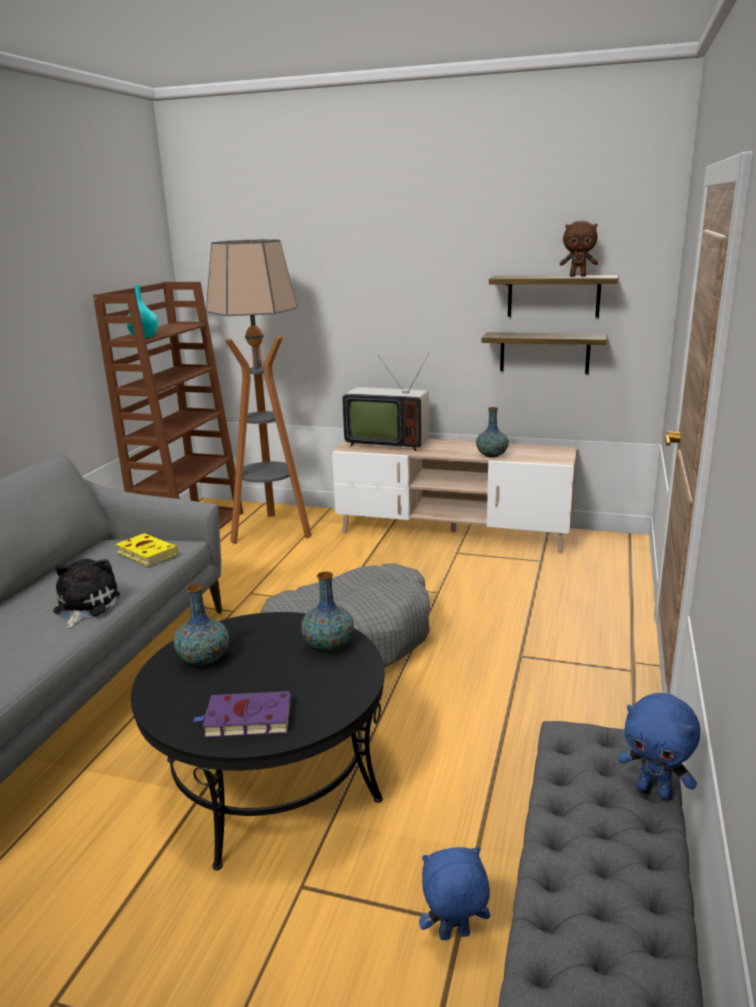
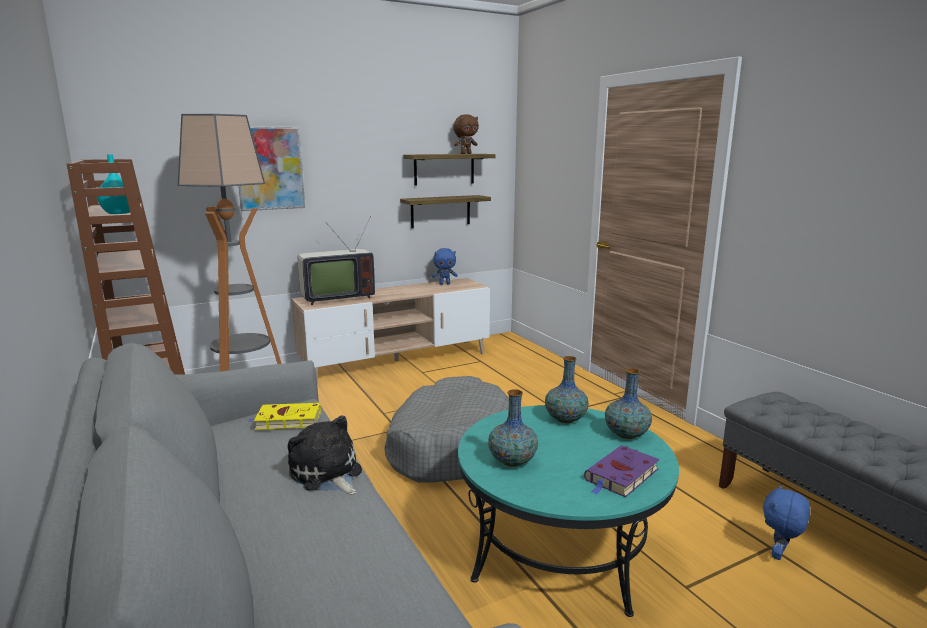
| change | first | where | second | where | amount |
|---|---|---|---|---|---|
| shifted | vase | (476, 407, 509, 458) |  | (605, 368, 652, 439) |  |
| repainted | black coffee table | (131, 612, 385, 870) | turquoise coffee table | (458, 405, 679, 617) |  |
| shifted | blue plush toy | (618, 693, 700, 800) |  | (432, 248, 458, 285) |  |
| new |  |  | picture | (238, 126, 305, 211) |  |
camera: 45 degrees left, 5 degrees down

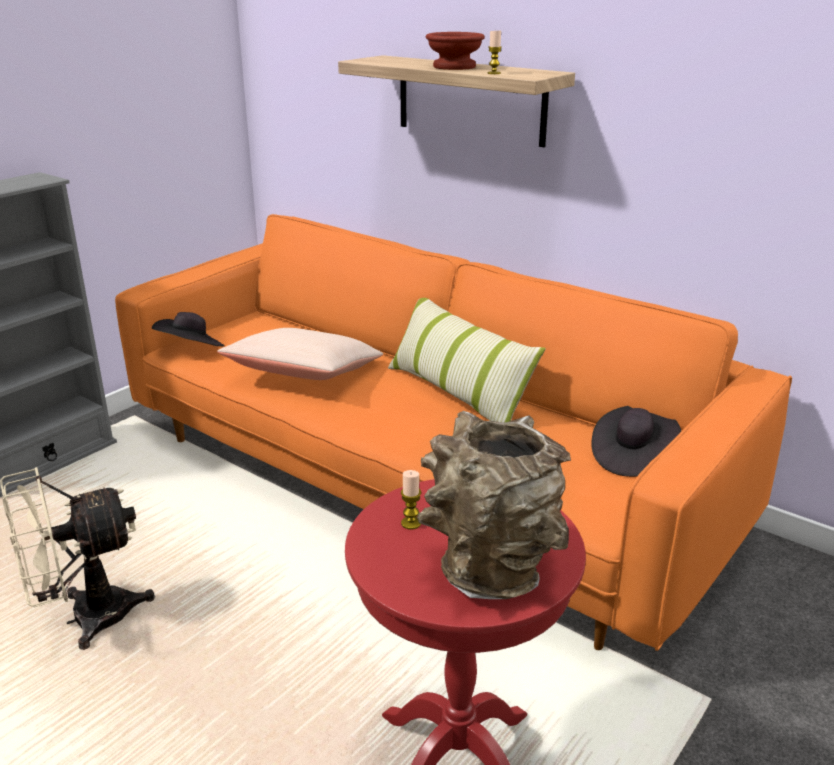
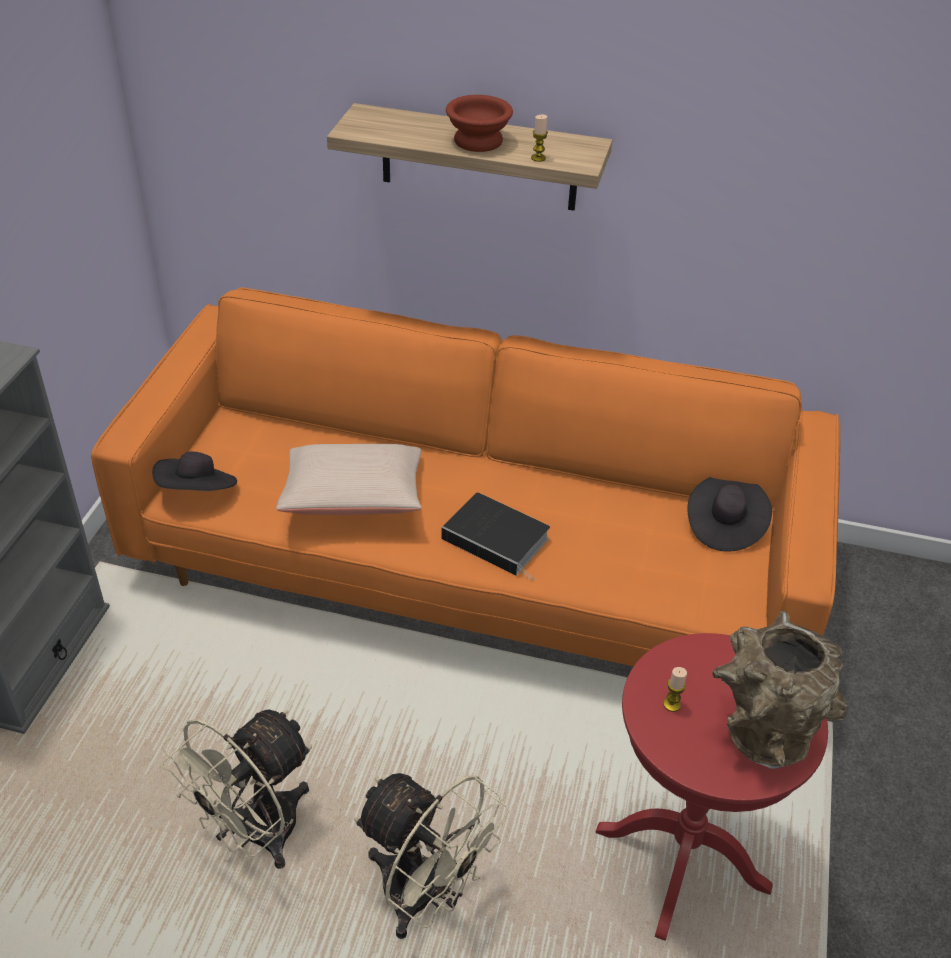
| change | first | where | second | where | amount |
|---|---|---|---|---|---|
| gone | pillow | (388, 298, 546, 422) |  |  |  |
| new |  |  | book | (441, 492, 550, 581) |  |
| new |  |  | beige fan | (354, 773, 509, 939) |  |
camera: 25 degrees left, 15 degrees up

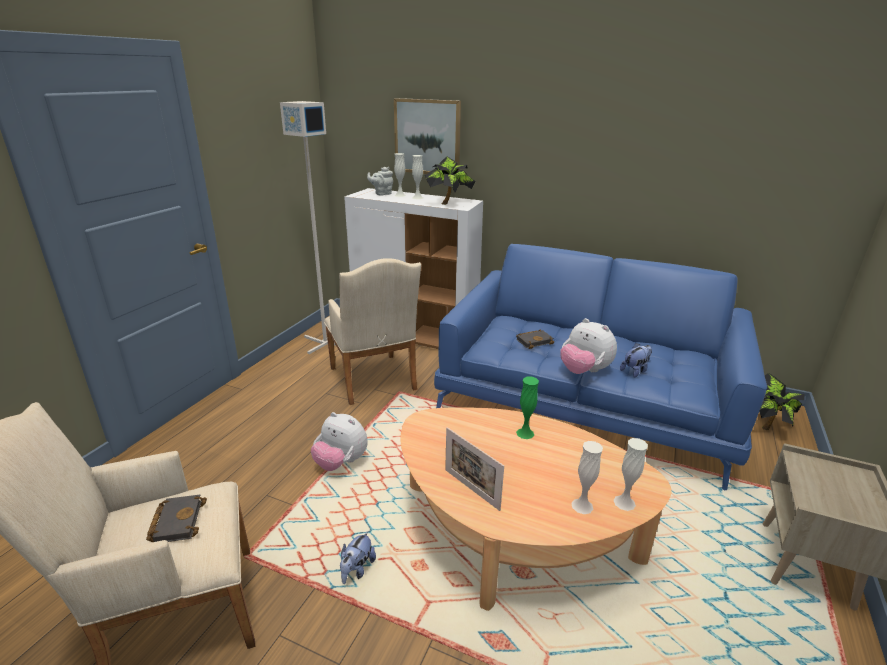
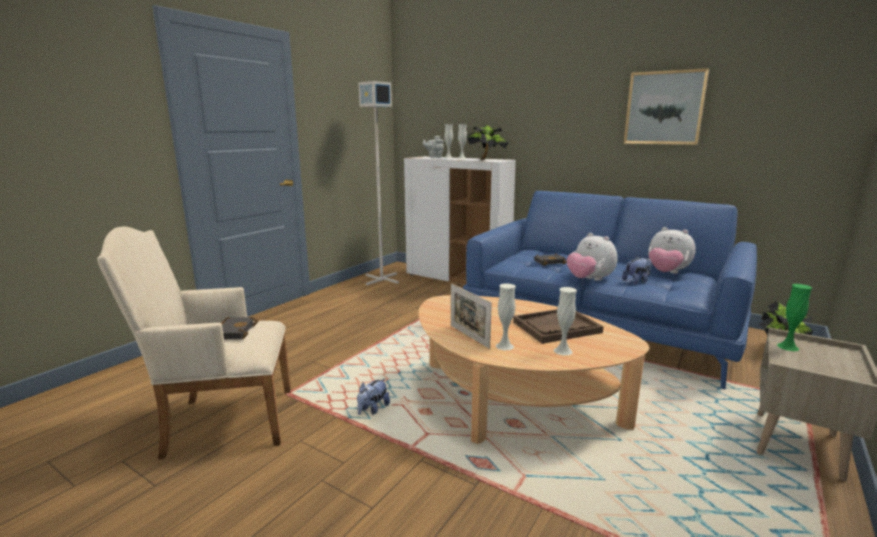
| change | first | where | second | where | amount |
|---|---|---|---|---|---|
| shifted | picture | (394, 98, 461, 174) |  | (624, 68, 709, 145) |  |
| gone | beige armchair | (324, 258, 421, 405) |  |  |  |
| shifted | green vase | (516, 377, 539, 439) |  | (777, 284, 812, 351) |  |
| shifted | plush toy | (311, 412, 368, 471) |  | (648, 227, 696, 274) |  |
| shifted | white vase | (614, 438, 648, 511) |  | (496, 283, 516, 350) |  |
| new |  |  | brown tray | (513, 309, 604, 344) |  |
camera: 10 degrees right, 10 degrees down

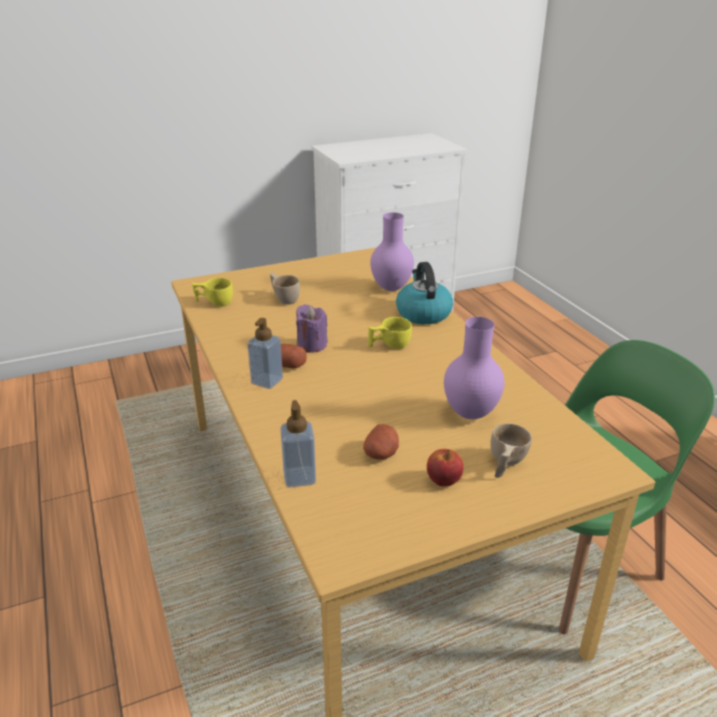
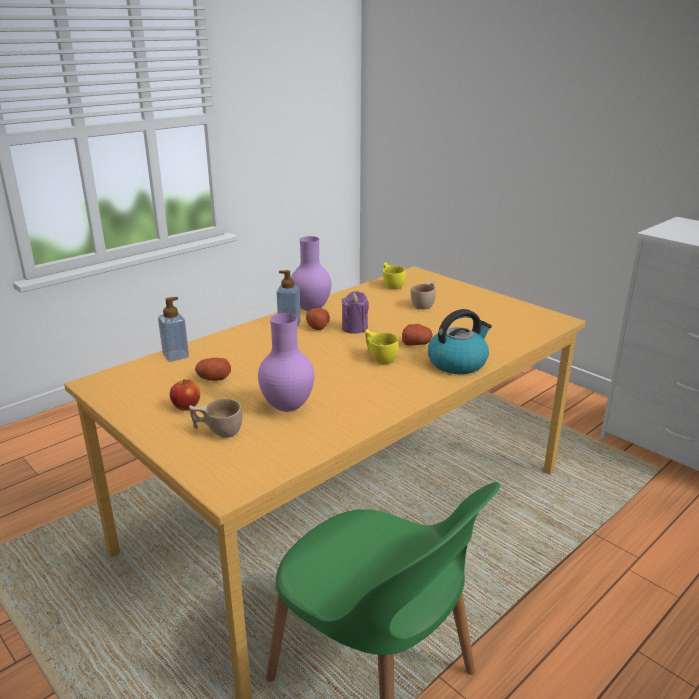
| change | first | where | second | where | amount |
|---|---|---|---|---|---|
| shifted | purple vase | (370, 212, 414, 291) |  | (291, 236, 332, 311) |  |
| new |  |  | potato | (402, 324, 433, 346) |  |
camera: 70 degrees right, 5 degrees down

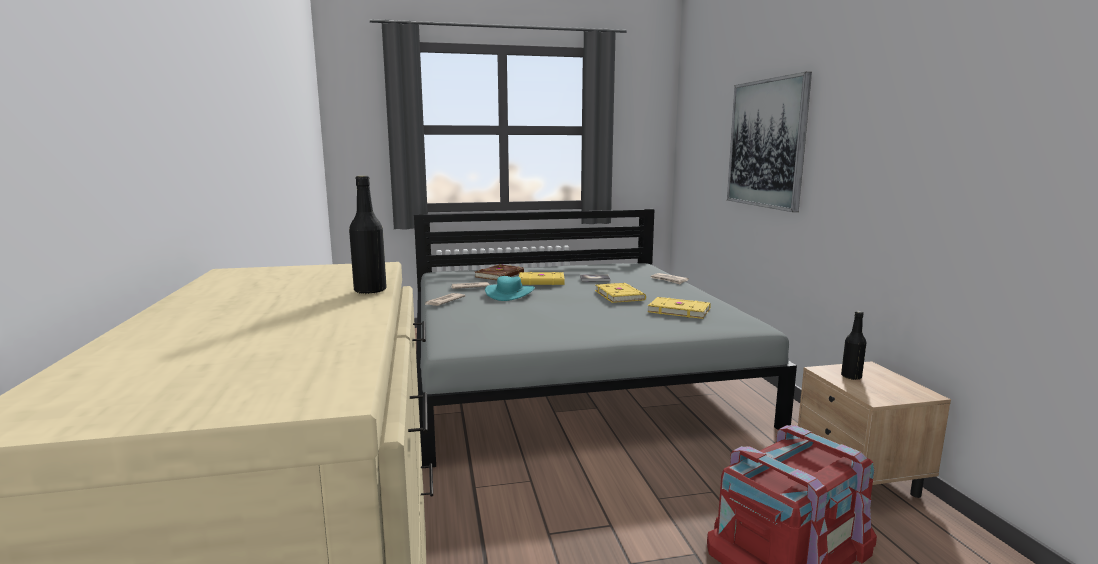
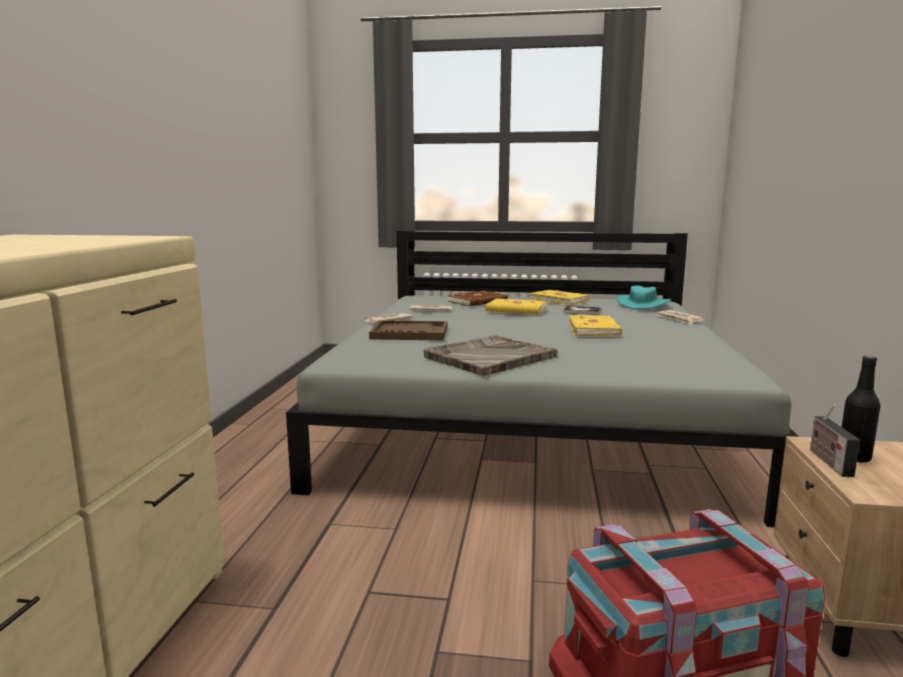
| change | first | where | second | where | amount |
|---|---|---|---|---|---|
| gone | picture | (727, 72, 812, 212) |  |  |  |
| gone | black bottle | (349, 176, 387, 294) |  |  |  |
| shifted | turquoise hat | (485, 276, 535, 301) |  | (616, 286, 671, 309) |  |
| shifted | yellow book | (647, 297, 711, 319) |  | (529, 290, 590, 305) |  |
| new |  |  | brown tray | (369, 320, 447, 340) |  |
| new |  |  | grey tray | (424, 335, 558, 376) |  |
| new |  |  | radio | (810, 404, 860, 477) |  |
camera: 20 degrees right, 0 degrees up

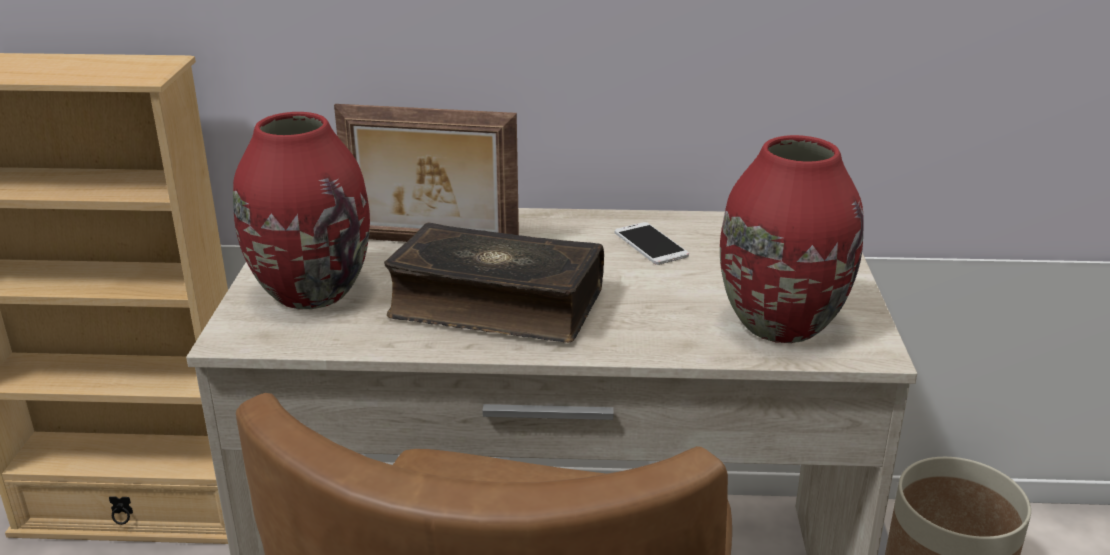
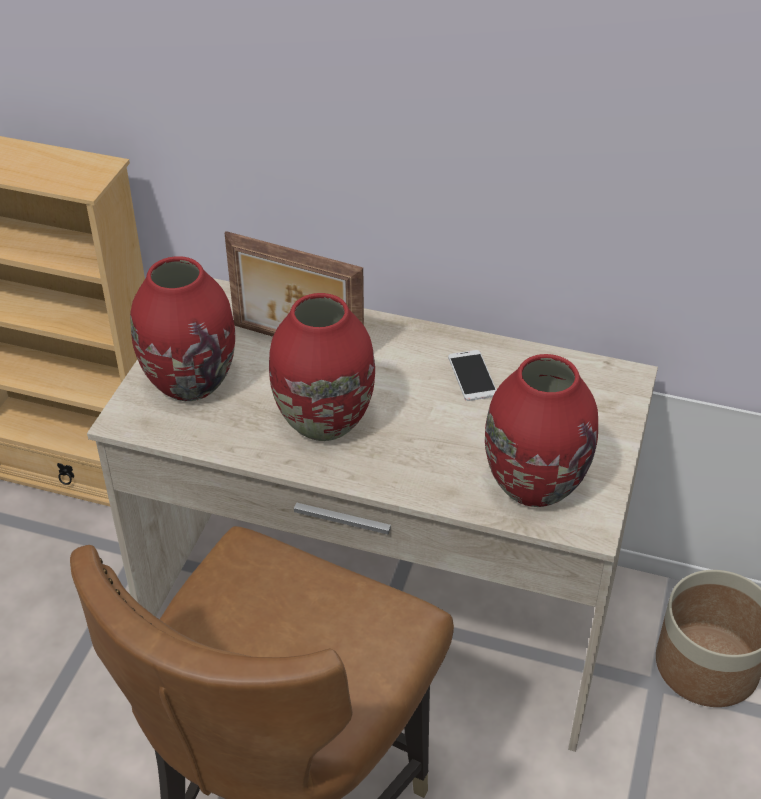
| change | first | where | second | where | amount |
|---|---|---|---|---|---|
| swapped | book | (384, 222, 604, 343) | red vase | (269, 293, 375, 441) |  |
camera: 15 degrees right, 15 degrees up

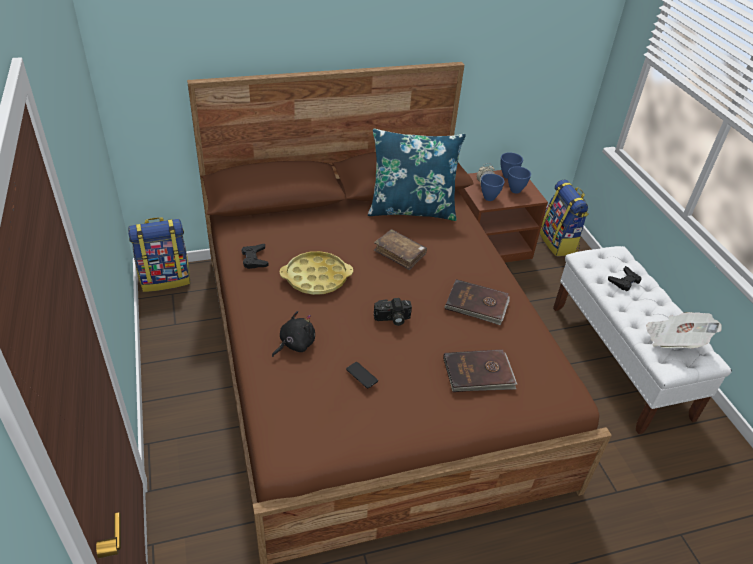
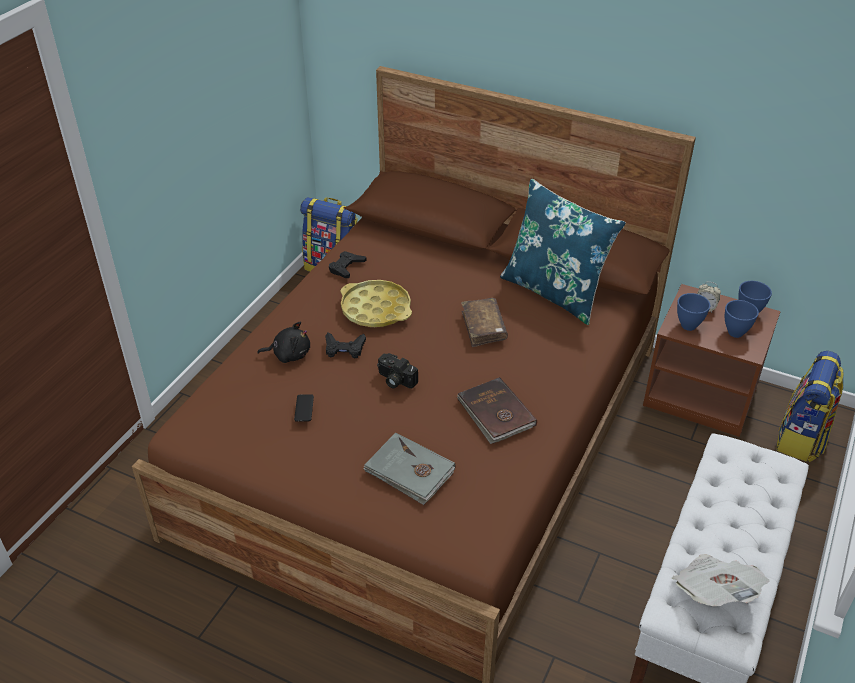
| change | first | where | second | where | amount |
|---|---|---|---|---|---|
| shifted | black game controller | (608, 266, 642, 291) |  | (325, 333, 366, 358) |  |
| repainted | brown book | (443, 349, 518, 392) | grey book | (364, 433, 456, 505) |  |
camera: 45 degrees right, 0 degrees up

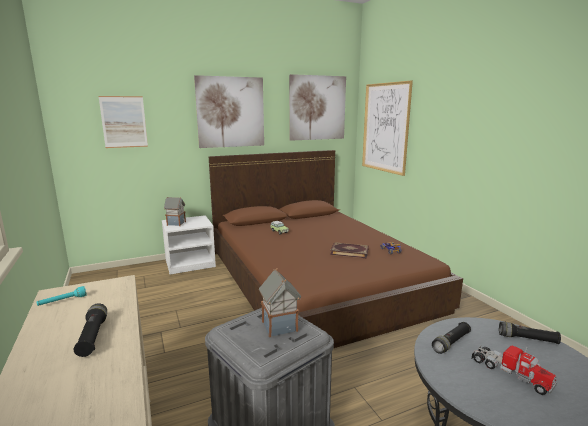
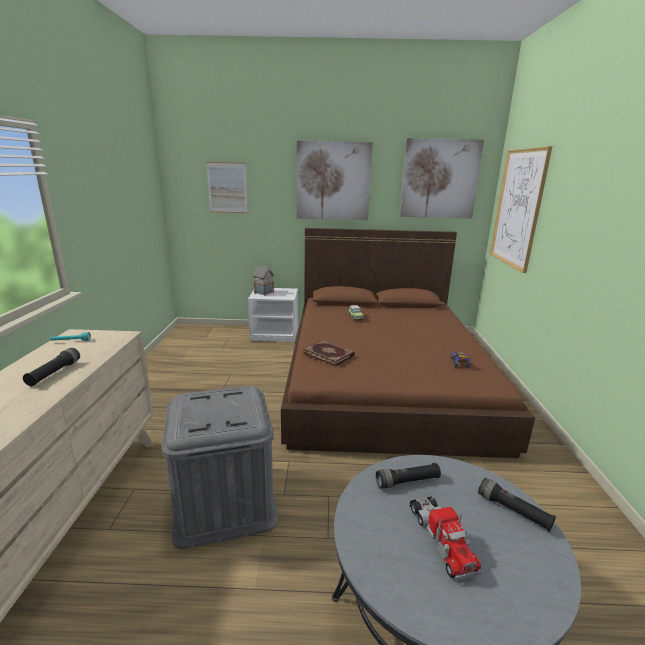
| change | first | where | second | where | amount |
|---|---|---|---|---|---|
| shifted | book | (330, 242, 369, 258) |  | (303, 340, 355, 367) |  |
| gone | toy house | (259, 268, 301, 338) |  |  |  |
camera: 25 degrees right, 5 degrees up

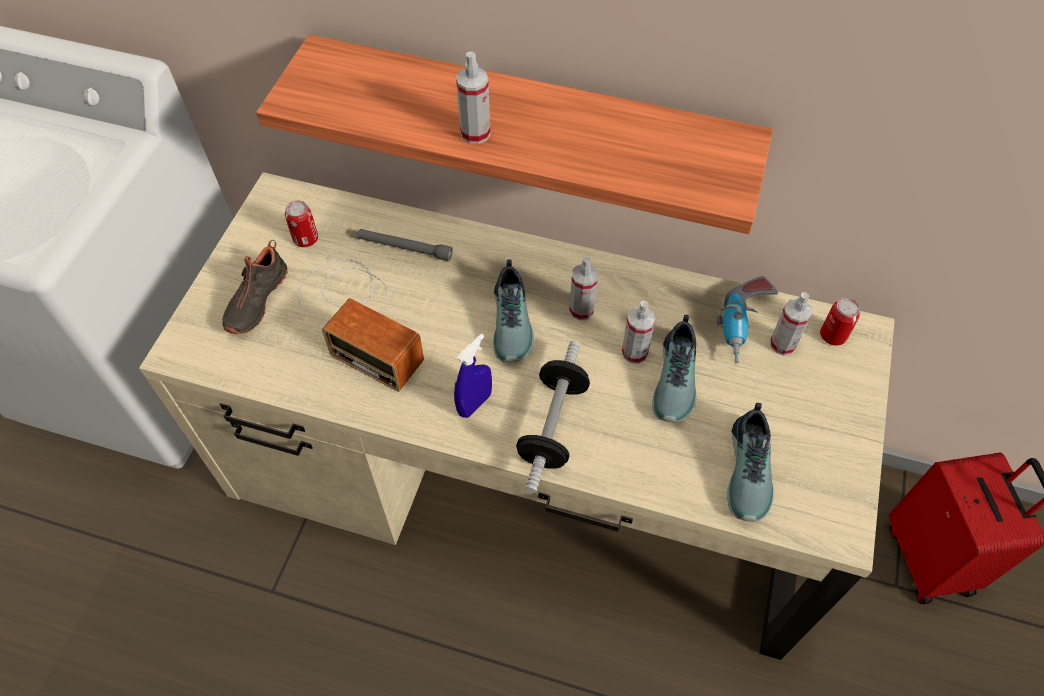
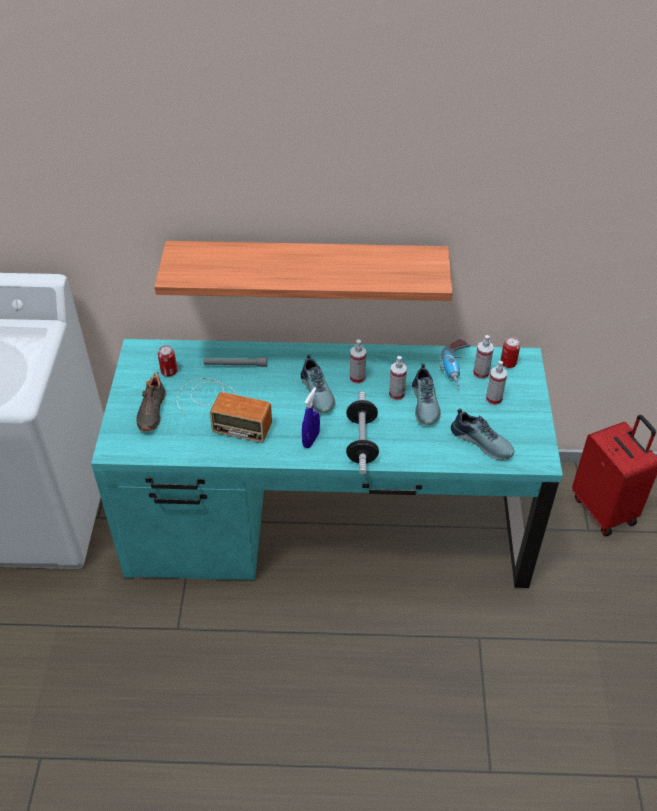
| change | first | where | second | where | amount |
|---|---|---|---|---|---|
| shifted | spray bottle | (456, 52, 491, 144) |  | (486, 361, 507, 405) |  |
| repainted | beige desk | (139, 172, 895, 660) | turquoise desk | (91, 339, 563, 588) |  |
| rotated | shoe | (727, 403, 774, 522) |  | (451, 408, 514, 460) | 45 degrees counterclockwise |
camera: 15 degrees left, 10 degrees down

